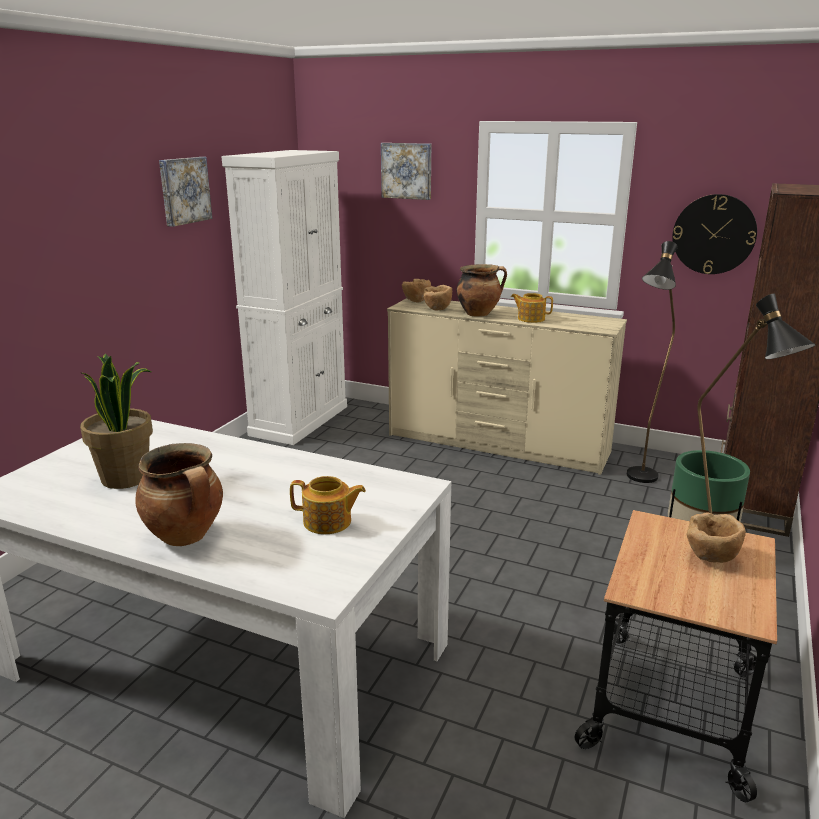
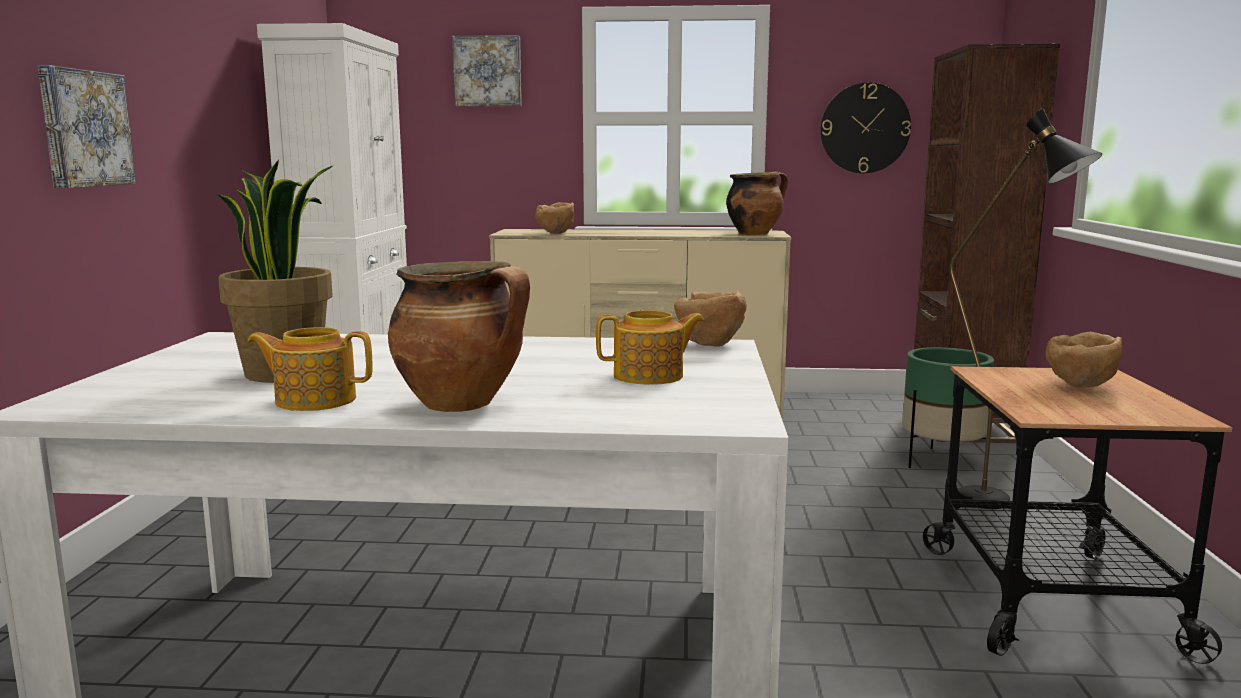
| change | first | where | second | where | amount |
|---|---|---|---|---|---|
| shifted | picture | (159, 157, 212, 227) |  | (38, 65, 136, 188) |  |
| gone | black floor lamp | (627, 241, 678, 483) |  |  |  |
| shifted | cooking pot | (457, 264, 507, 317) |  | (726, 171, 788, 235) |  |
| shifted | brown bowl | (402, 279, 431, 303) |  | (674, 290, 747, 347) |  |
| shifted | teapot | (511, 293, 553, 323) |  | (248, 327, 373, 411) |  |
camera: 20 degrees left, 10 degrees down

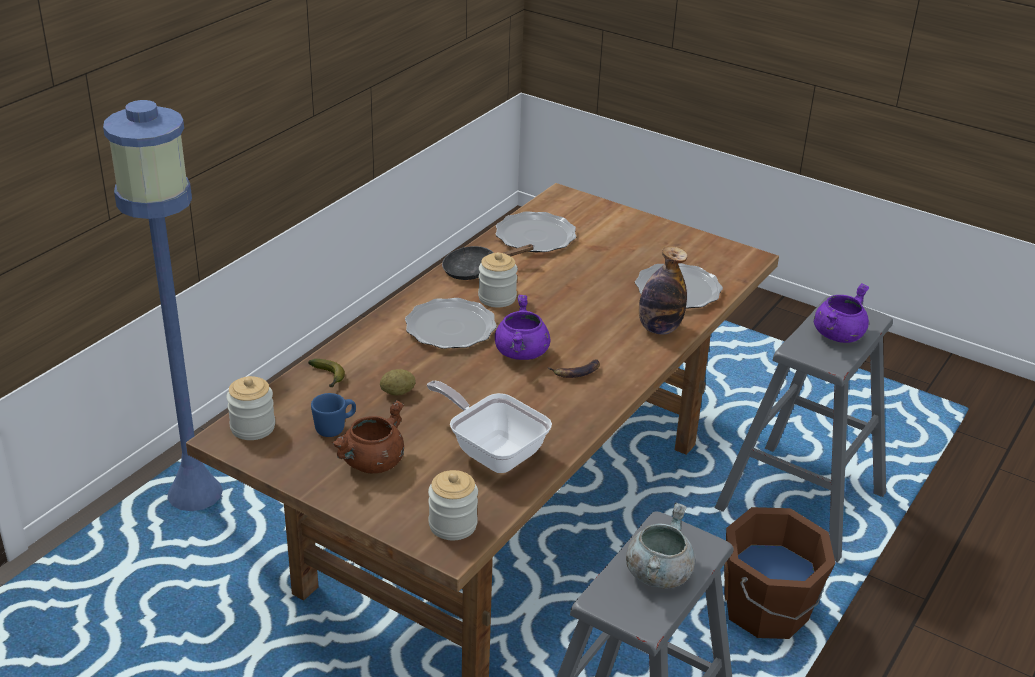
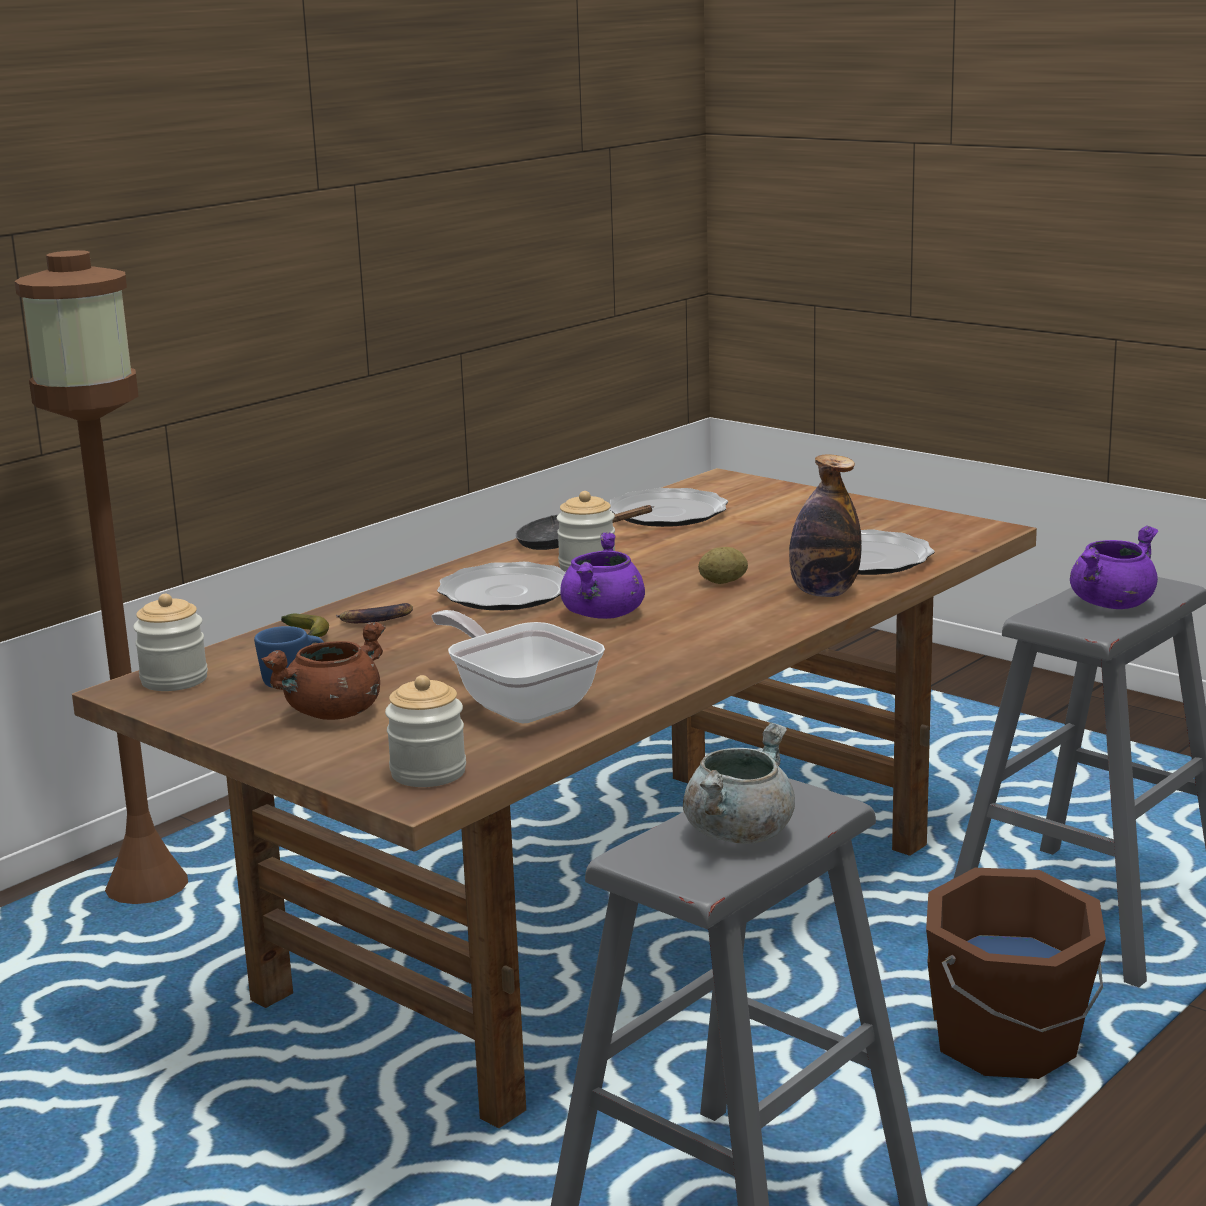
| change | first | where | second | where | amount |
|---|---|---|---|---|---|
| repainted | blue floor lamp | (103, 100, 223, 511) | brown floor lamp | (15, 250, 188, 904) |  |
| shifted | banana | (548, 359, 600, 378) |  | (336, 603, 413, 623) |  |
| shifted | potato | (380, 369, 416, 396) |  | (698, 547, 748, 584) |  |
camera: 10 degrees right, 15 degrees down

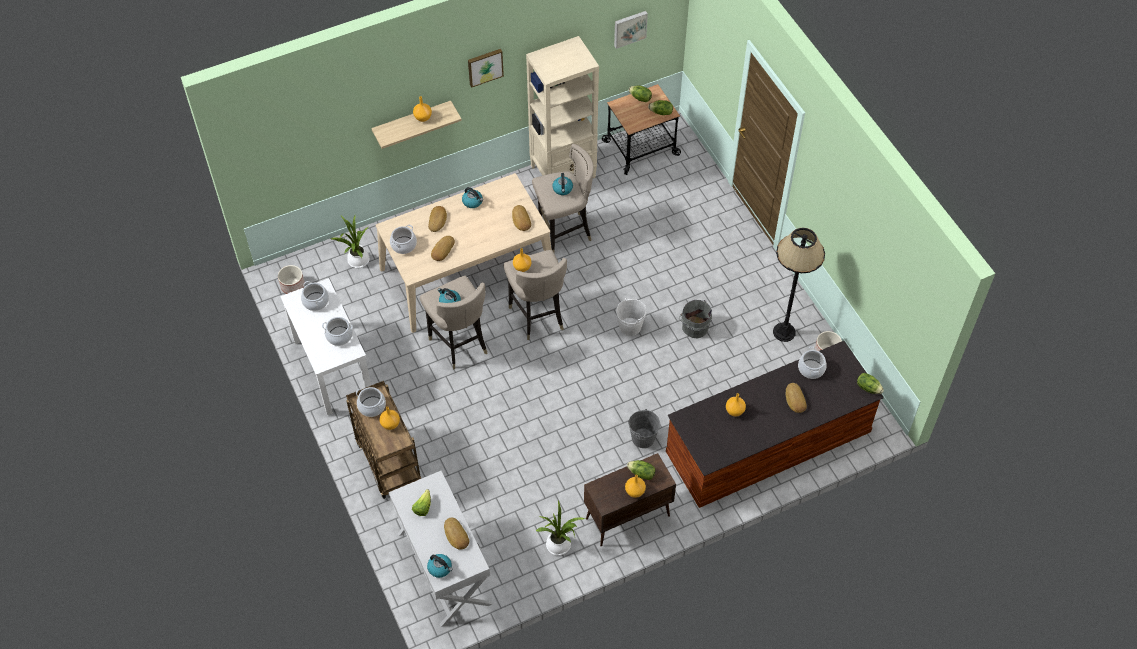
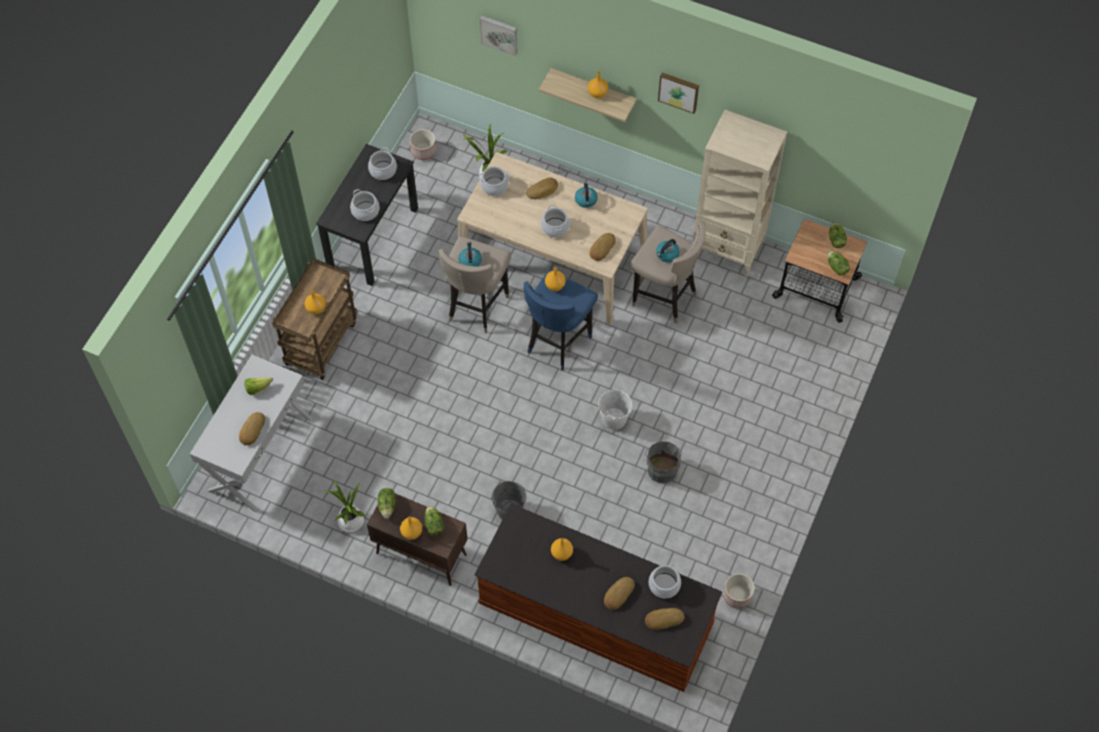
| change | first | where | second | where | amount |
|---|---|---|---|---|---|
| shifted | picture | (614, 11, 648, 49) |  | (480, 16, 517, 57) |  |
| gone | black floor lamp | (773, 228, 825, 342) |  |  |  |
| shifted | bread | (431, 236, 455, 261) |  | (645, 608, 684, 630) |  |
| repainted | beige stool | (504, 250, 567, 340) | blue stool | (524, 270, 598, 371) |  |
| repainted | white desk | (280, 278, 371, 415) | black desk | (316, 144, 418, 286) |  |
| shifted | lettuce | (857, 373, 884, 394) |  | (378, 488, 396, 519) |  |
| shifted | cooking pot | (356, 387, 386, 417) |  | (541, 204, 570, 238) |  |
| gone | kettle | (427, 554, 452, 578) |  |  |  |
camera: 50 degrees right, 5 degrees up

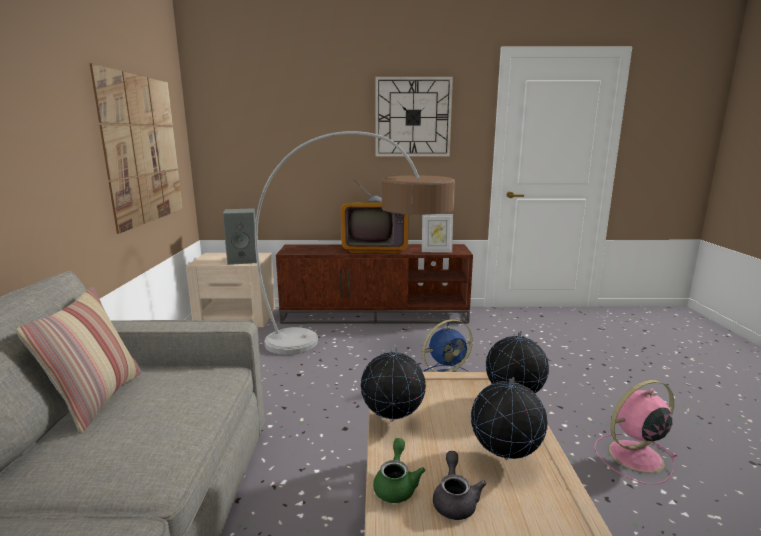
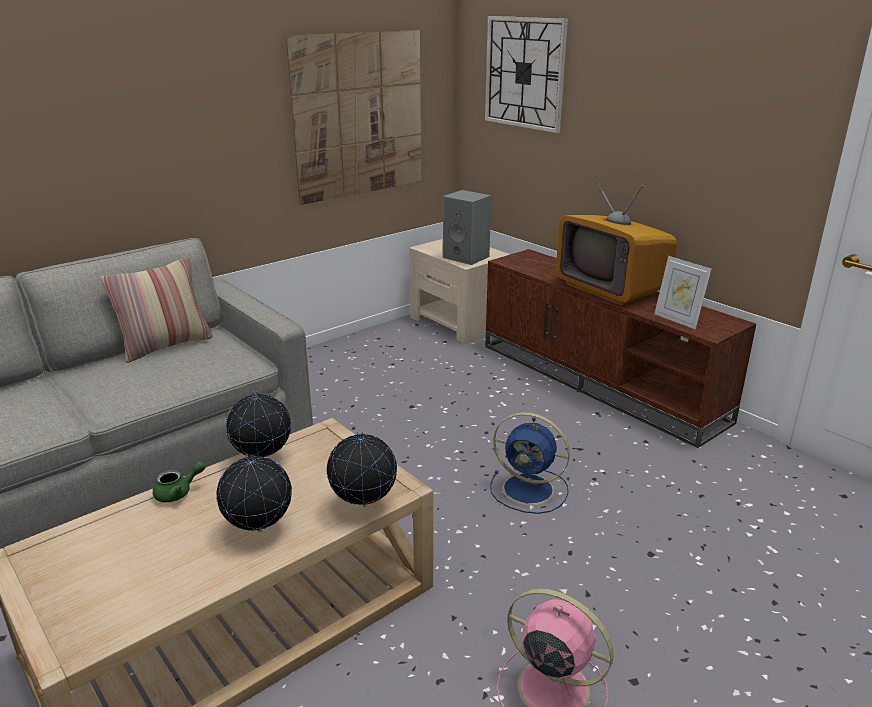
| change | first | where | second | where | amount |
|---|---|---|---|---|---|
| shifted | wall clock | (375, 77, 453, 157) |  | (485, 16, 568, 133) |  |
| gone | floor lamp | (255, 131, 455, 355) |  |  |  |
| gone | grey teapot | (433, 451, 487, 520) |  |  |  |
camera: 50 degrees right, 10 degrees up

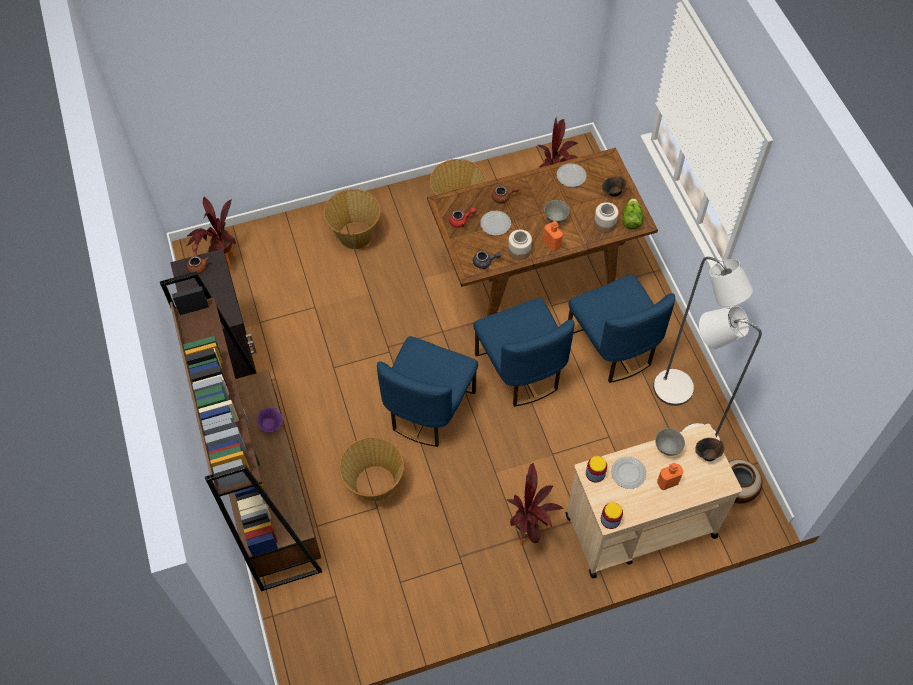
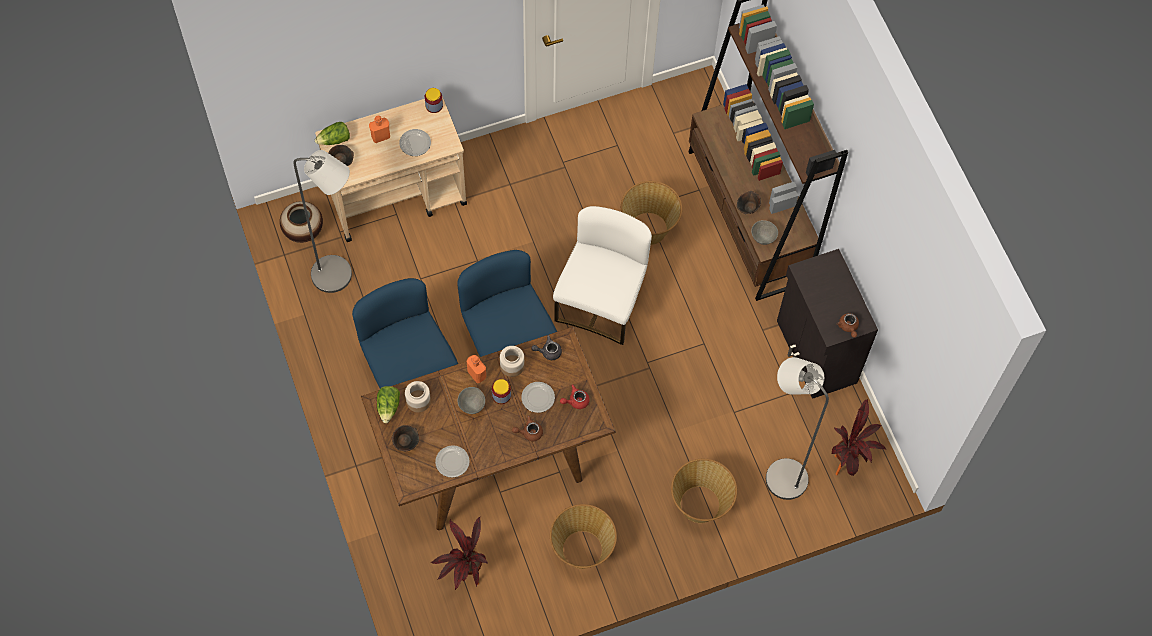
| change | first | where | second | where | amount |
|---|---|---|---|---|---|
| shifted | grey floor lamp | (653, 257, 753, 406) |  | (766, 357, 829, 500) |  |
| repainted | blue chair | (377, 336, 478, 447) | white chair | (553, 206, 652, 345) |  |
| repainted | purple bowl | (257, 408, 283, 433) | brown bowl | (737, 191, 761, 214) |  |
| shifted | grey bowl | (655, 428, 685, 456) |  | (751, 220, 778, 245) |  |
| shifted | jar | (586, 456, 607, 482) |  | (492, 379, 511, 404) |  |
| gone | potted plant | (507, 463, 564, 545) |  |  |  |
| new |  |  | lettuce | (315, 122, 350, 145) |  |
camera: 175 degrees right, 5 degrees up

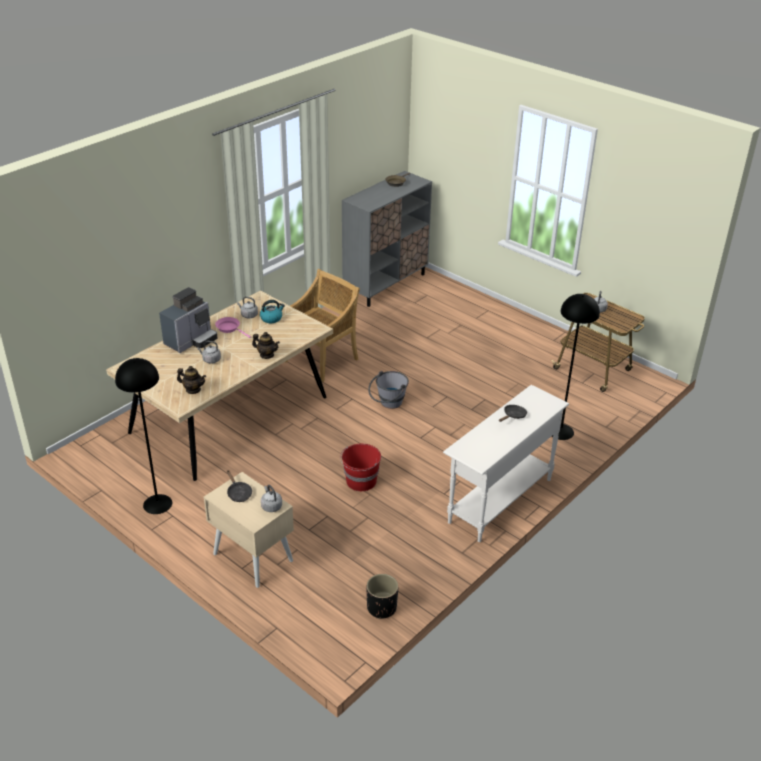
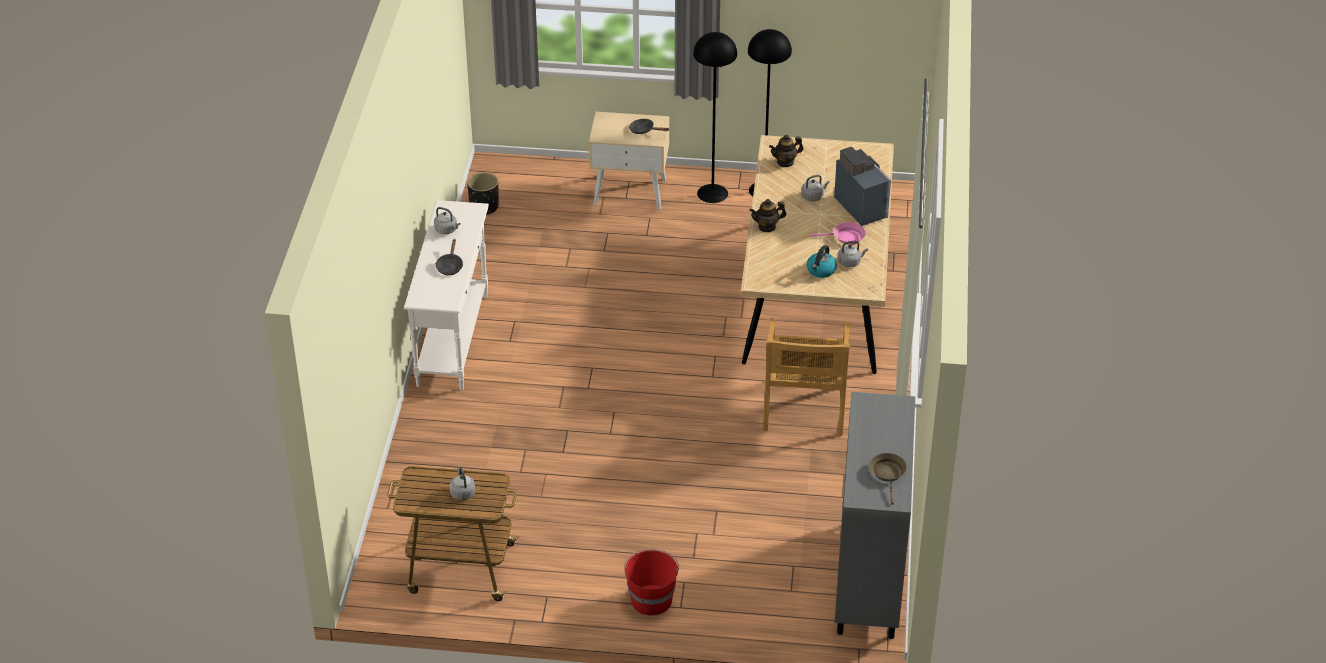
| change | first | where | second | where | amount |
|---|---|---|---|---|---|
| rotated | coffee machine | (159, 287, 217, 353) |  | (834, 147, 891, 226) | 150 degrees clockwise |
| shifted | black floor lamp | (552, 294, 600, 440) |  | (693, 32, 737, 203) |  |
| gone | grey bucket | (368, 371, 409, 409) |  |  |  |
| shifted | red bucket | (340, 443, 381, 491) |  | (624, 549, 679, 616) |  |
| shifted | grey kettle | (261, 485, 282, 512) |  | (434, 207, 461, 234) |  |
camera: 145 degrees right, 5 degrees up

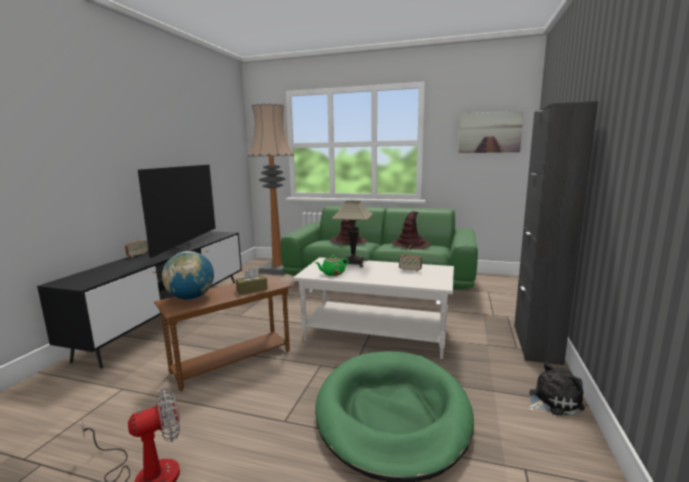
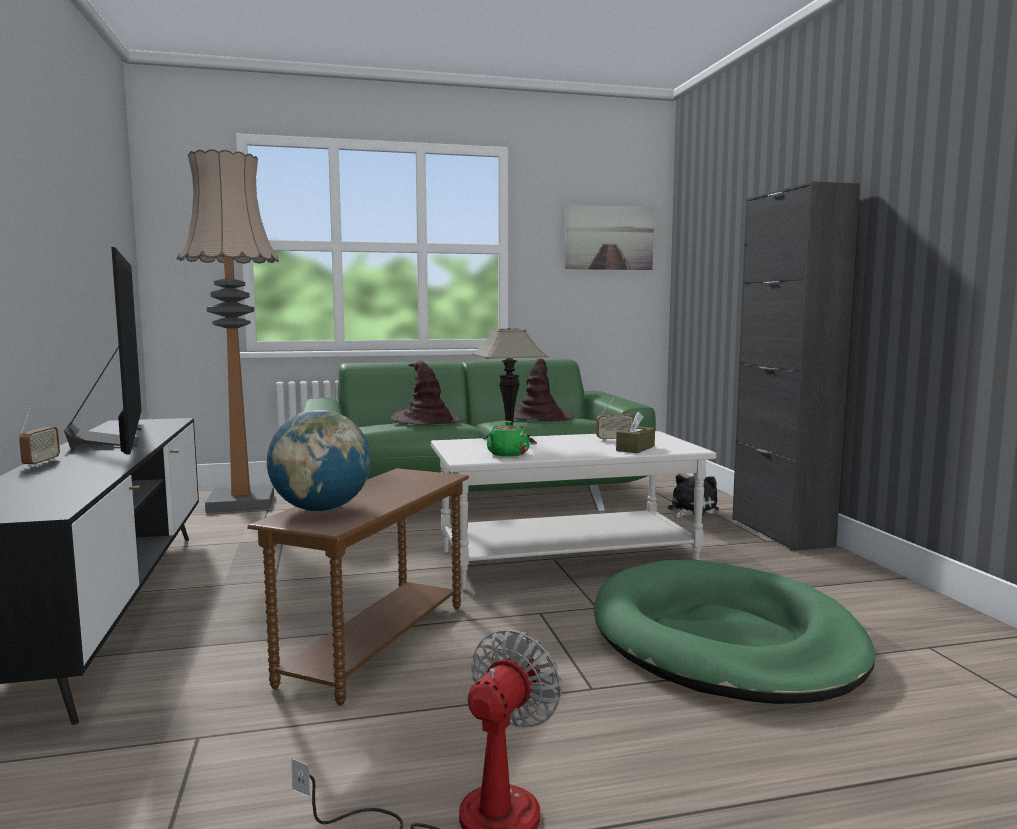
| change | first | where | second | where | amount |
|---|---|---|---|---|---|
| shifted | brown tissue box | (236, 267, 268, 295) |  | (616, 412, 655, 453) |  |
| shifted | plush toy | (527, 362, 585, 416) |  | (668, 475, 719, 518) |  |
camera: 30 degrees left, 5 degrees down

